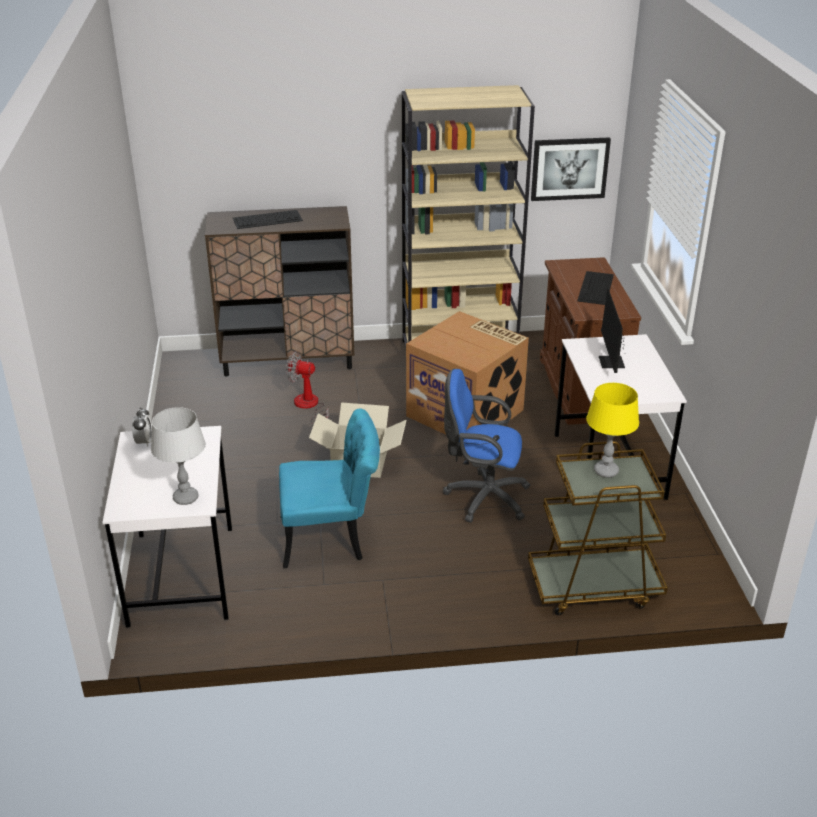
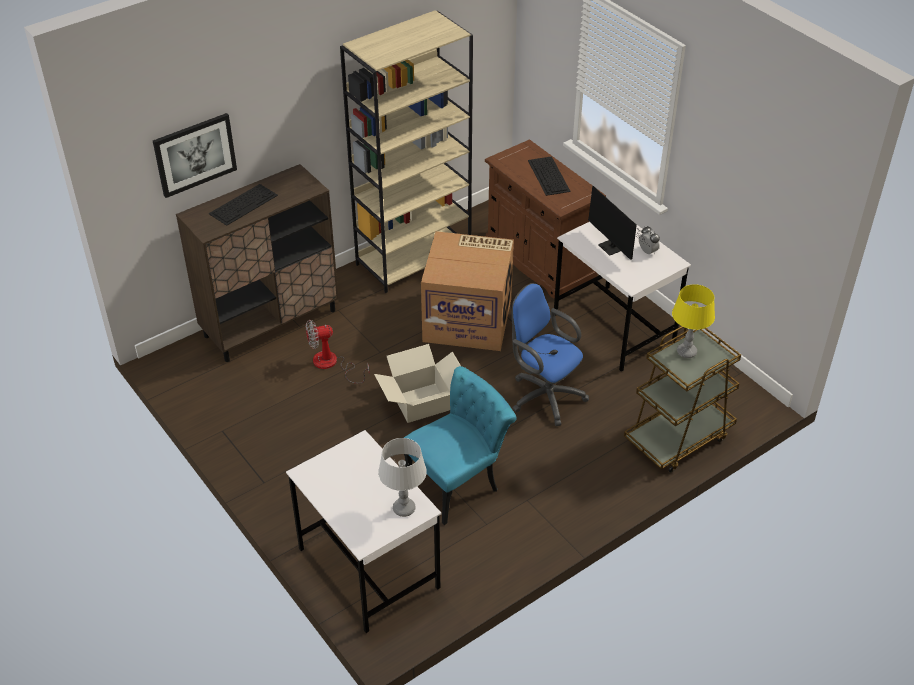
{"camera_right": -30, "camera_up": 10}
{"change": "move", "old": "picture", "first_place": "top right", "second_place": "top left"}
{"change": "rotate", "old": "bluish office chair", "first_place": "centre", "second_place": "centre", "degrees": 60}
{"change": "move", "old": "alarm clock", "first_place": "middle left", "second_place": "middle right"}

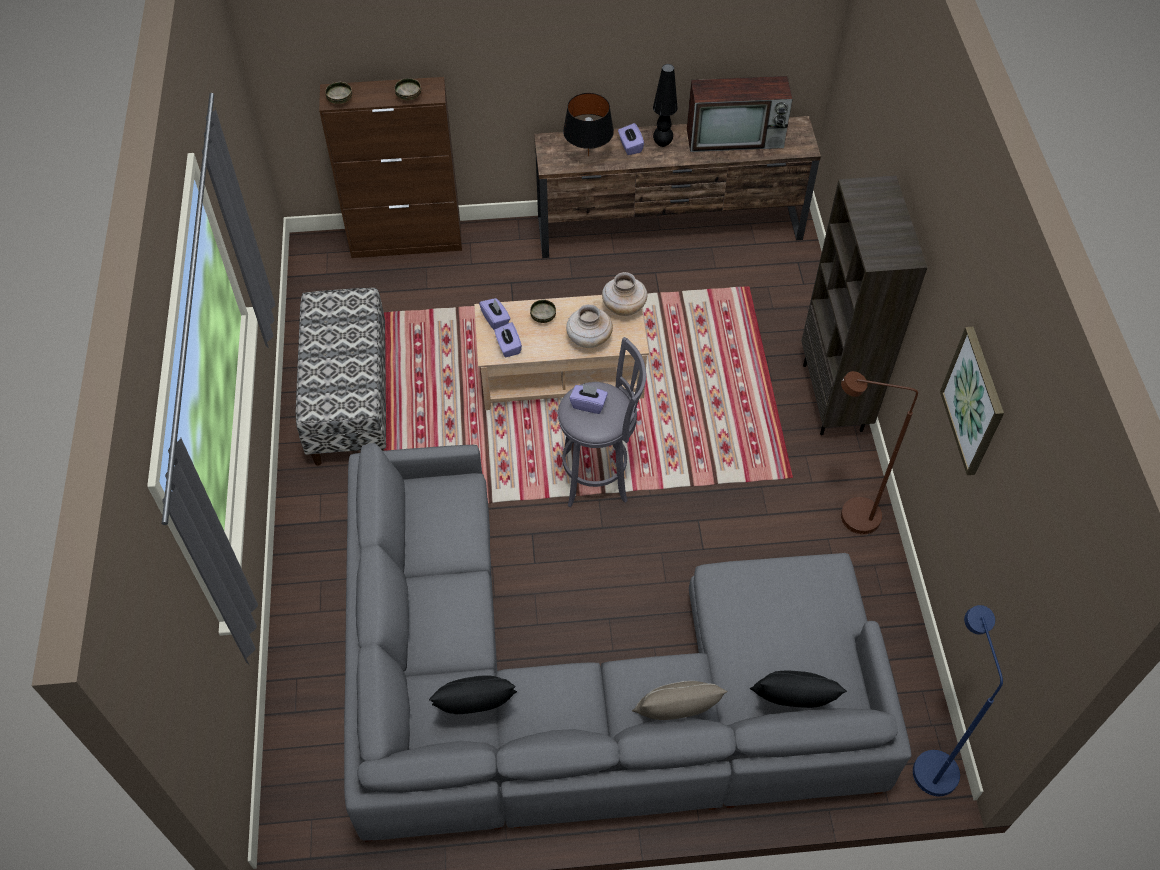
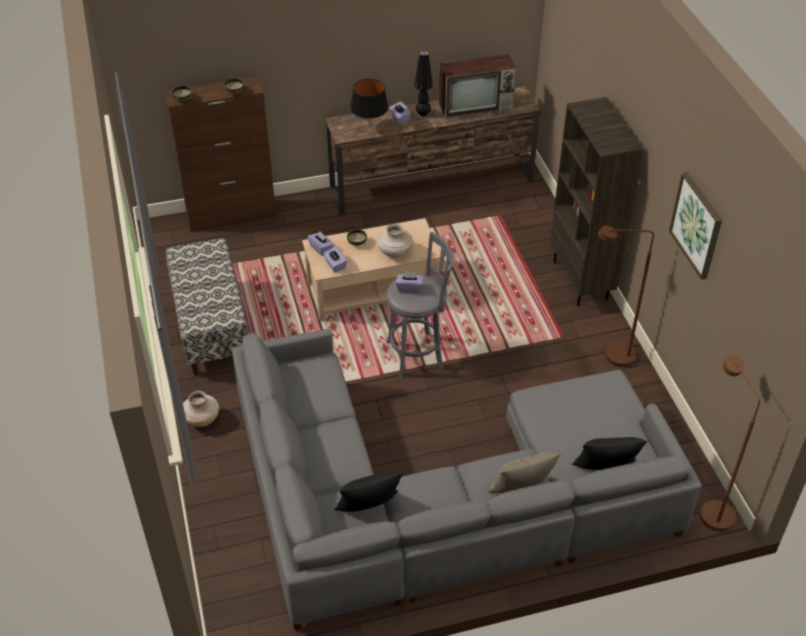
{"camera_right": -10, "camera_up": -10}
{"change": "move", "old": "beige-coloured flower vase (2nd from left in the first image)", "new": "beige-coloured flower vase (1st from left)", "first_place": "centre", "second_place": "middle left"}
{"change": "recolor", "old": "bluish floor lamp", "new": "brownish floor lamp (2nd from left)", "first_place": "bottom right", "second_place": "bottom right"}

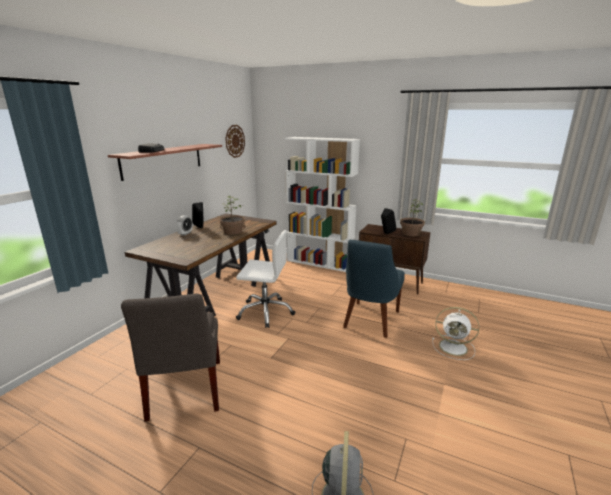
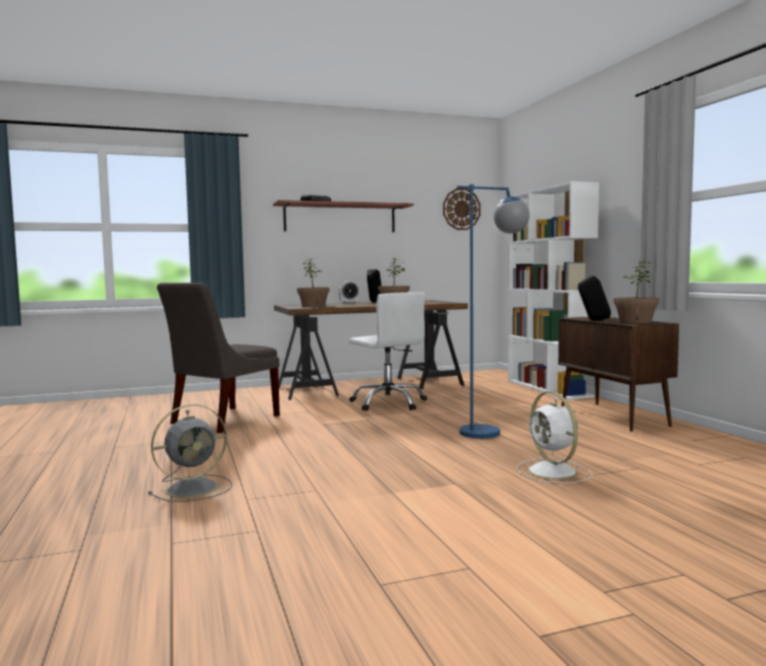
{"camera_right": 45, "camera_up": -15}
{"change": "replace", "old": "bluish upright chair", "new": "bluish floor lamp", "first_place": "centre", "second_place": "centre"}
{"change": "insert", "new": "plant in a pot (1st from left)", "second_place": "centre"}

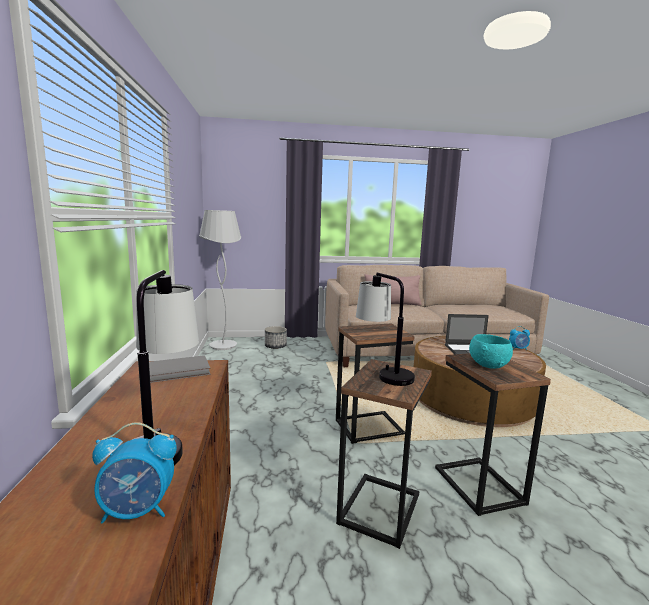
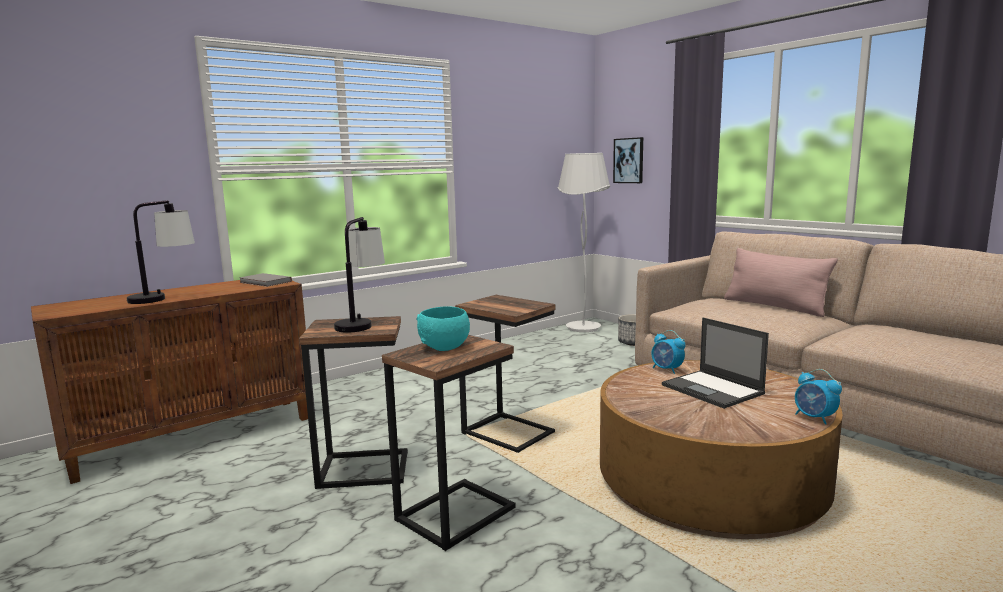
{"camera_right": 60, "camera_up": 0}
{"change": "move", "old": "alarm clock (1st from left)", "first_place": "bottom left", "second_place": "centre"}
{"change": "insert", "new": "picture", "second_place": "top centre"}

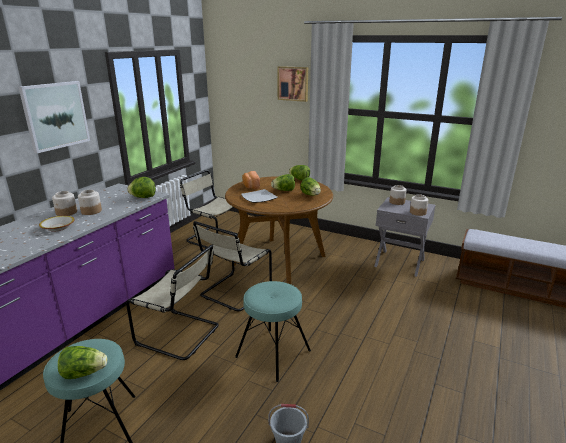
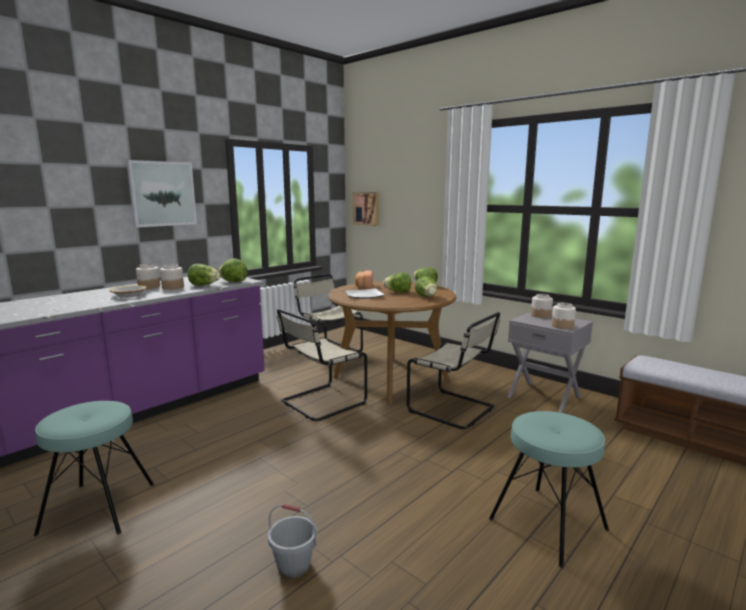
{"camera_right": 15, "camera_up": -10}
{"change": "move", "old": "picture (2nd from left)", "first_place": "top centre", "second_place": "centre"}
{"change": "move", "old": "beige-coloured upright chair (1st from left in the first image)", "new": "beige-coloured upright chair (3rd from left)", "first_place": "bottom left", "second_place": "centre"}
{"change": "move", "old": "turquoise-coloured stool (2nd from left)", "first_place": "bottom centre", "second_place": "bottom right"}
{"change": "move", "old": "lettuce head (1st from left)", "first_place": "bottom left", "second_place": "middle left"}

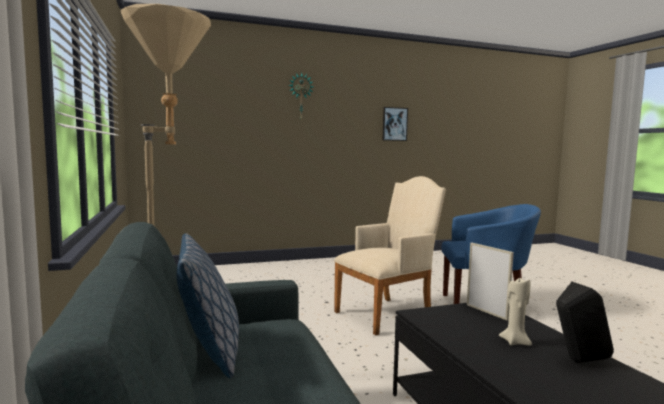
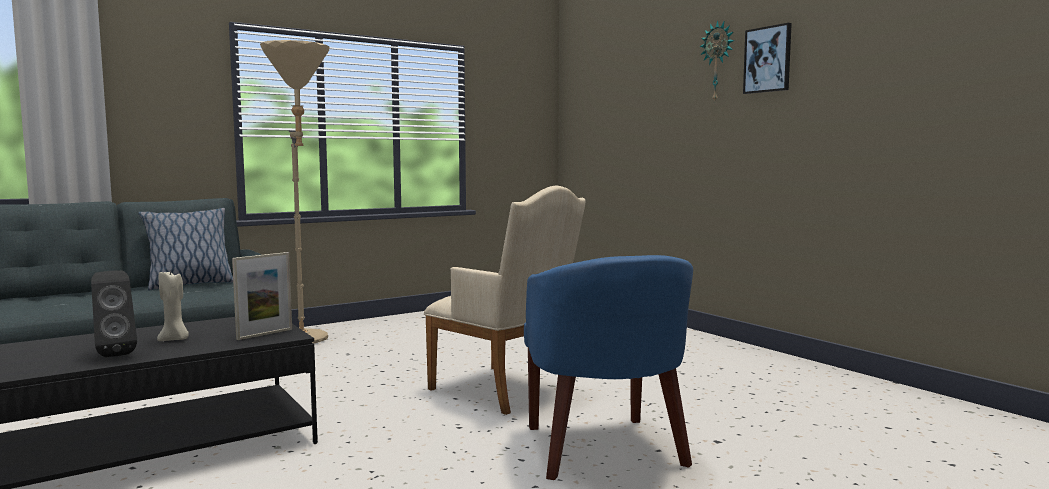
{"camera_right": 75, "camera_up": 0}
{"change": "move", "old": "picture", "first_place": "top centre", "second_place": "top right"}

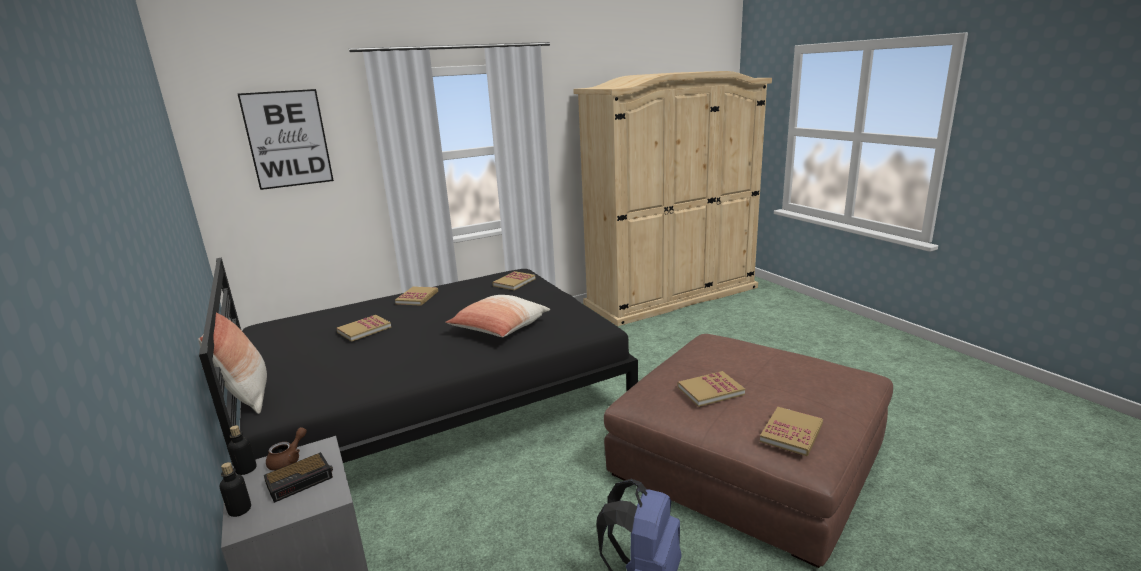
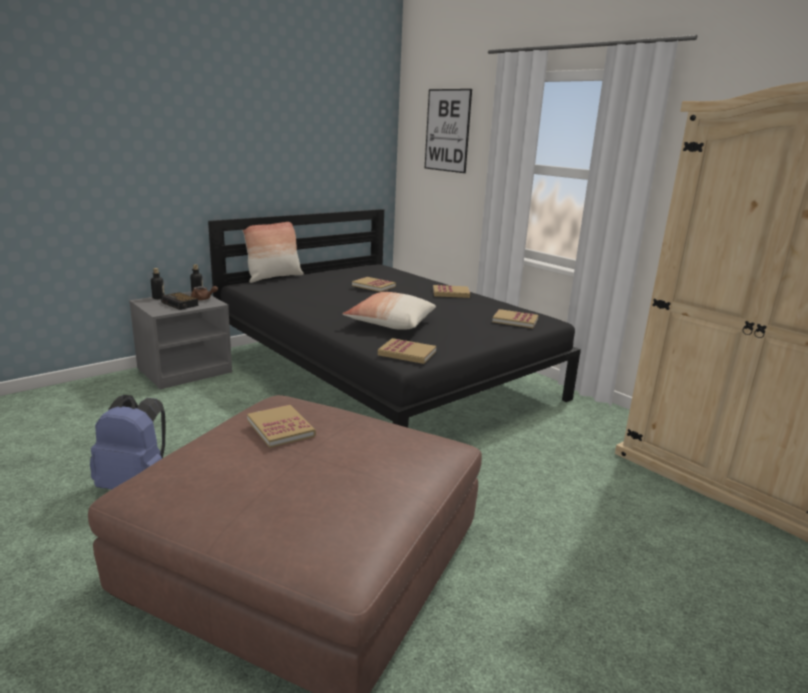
{"camera_right": 75, "camera_up": 0}
{"change": "move", "old": "volume (5th from left in the first image)", "new": "volume (3rd from left)", "first_place": "bottom right", "second_place": "centre"}

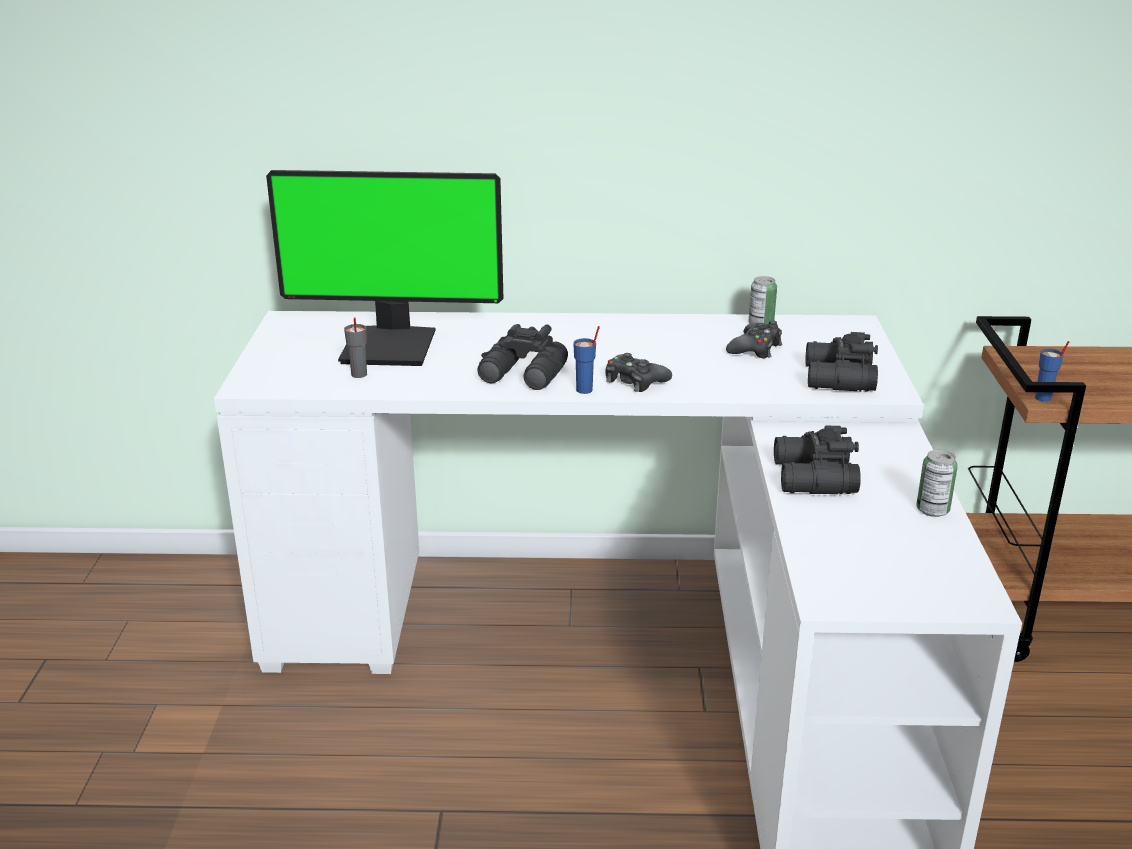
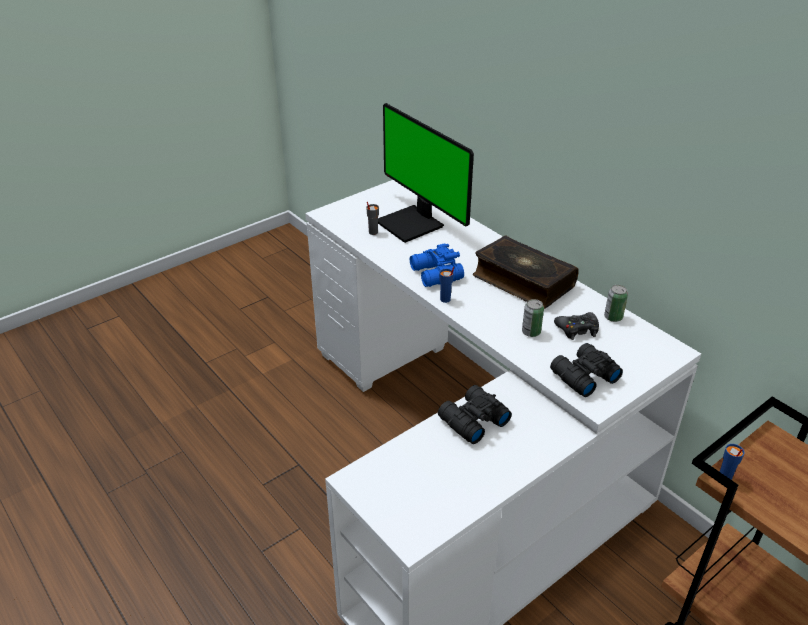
{"camera_right": 50, "camera_up": 10}
{"change": "recolor", "old": "blackish pair of binoculars (1st from left)", "new": "bluish pair of binoculars", "first_place": "centre", "second_place": "centre"}
{"change": "delete", "old": "blackish game controller (1st from left)", "first_place": "centre"}
{"change": "move", "old": "can (2nd from left in the first image)", "new": "can (1st from left)", "first_place": "middle right", "second_place": "centre"}
{"change": "insert", "new": "volume", "second_place": "centre"}

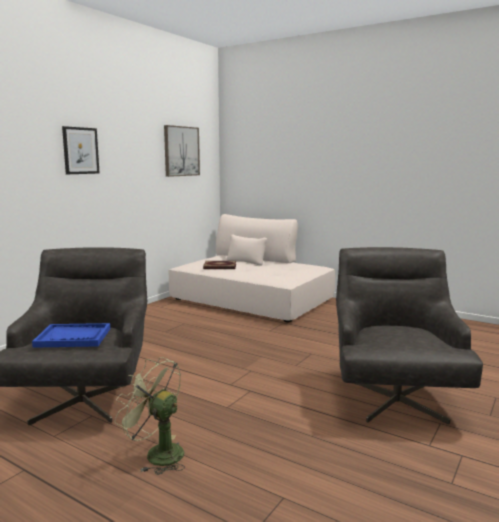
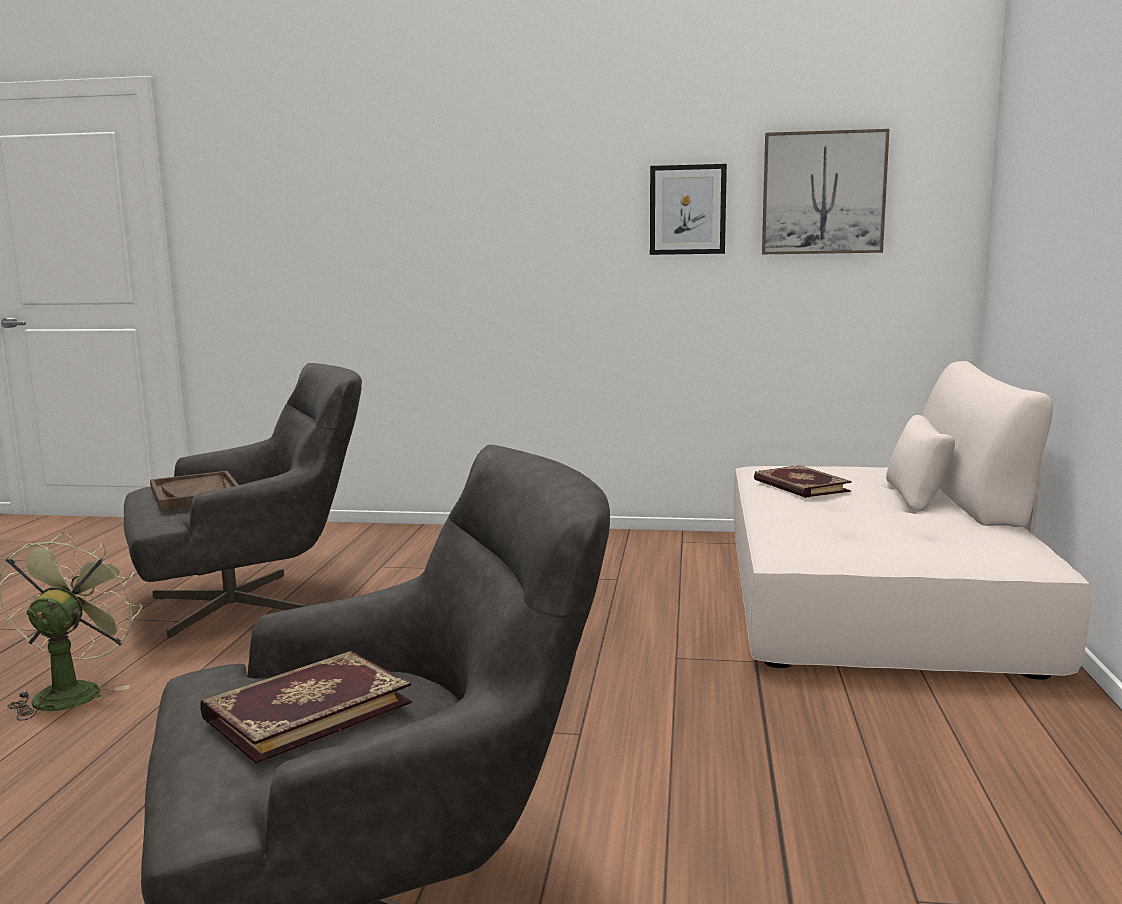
{"camera_right": 65, "camera_up": 0}
{"change": "move", "old": "picture (1st from left)", "first_place": "top left", "second_place": "top centre"}
{"change": "recolor", "old": "bluish carrying tray", "new": "brownish carrying tray", "first_place": "middle left", "second_place": "middle left"}
{"change": "insert", "new": "volume (1st from left)", "second_place": "bottom left"}

